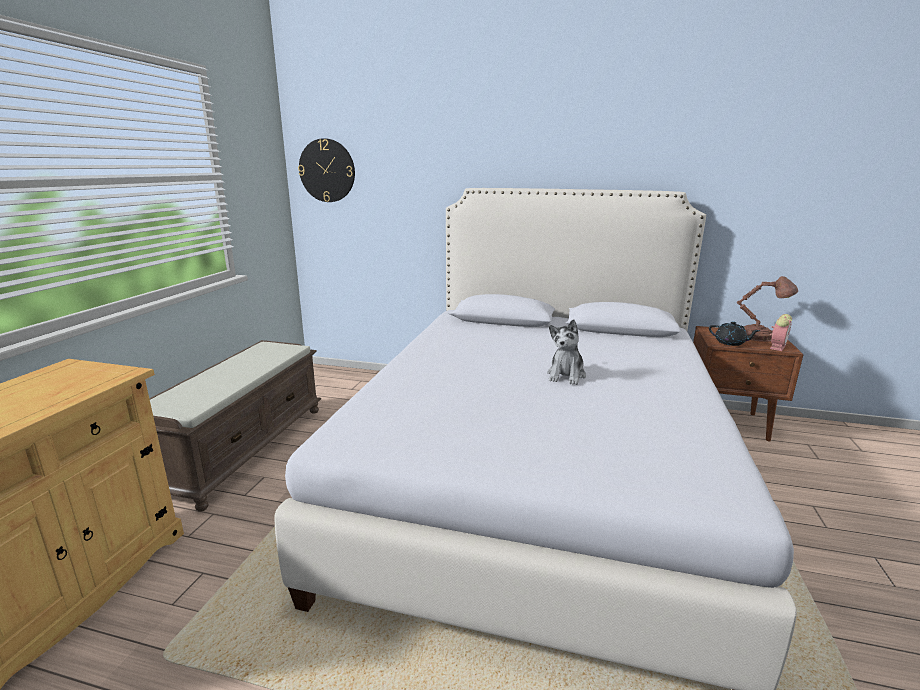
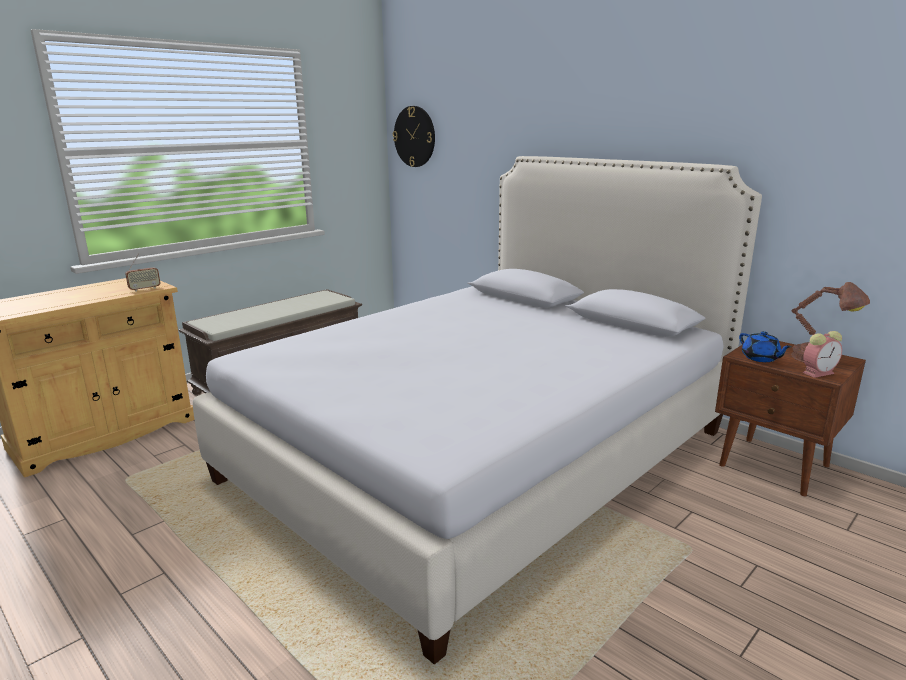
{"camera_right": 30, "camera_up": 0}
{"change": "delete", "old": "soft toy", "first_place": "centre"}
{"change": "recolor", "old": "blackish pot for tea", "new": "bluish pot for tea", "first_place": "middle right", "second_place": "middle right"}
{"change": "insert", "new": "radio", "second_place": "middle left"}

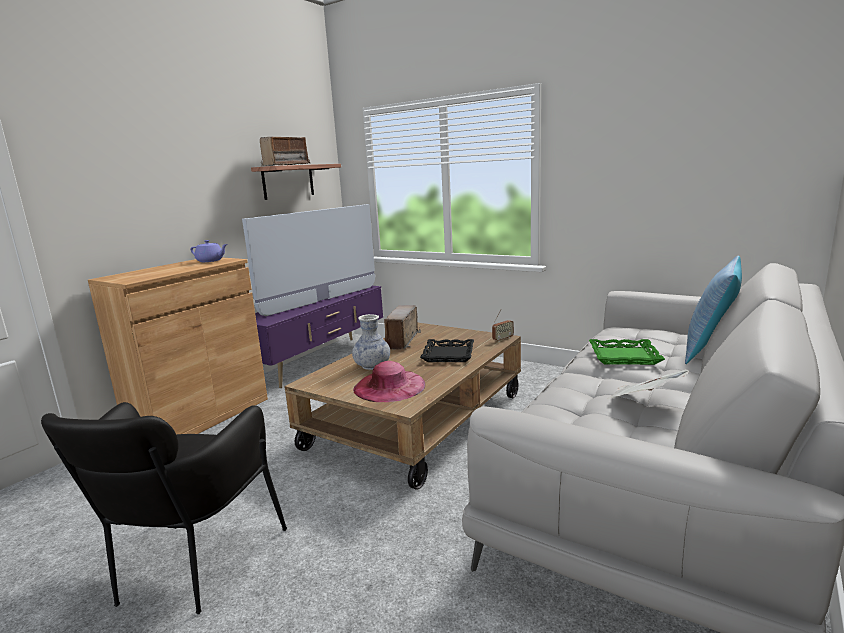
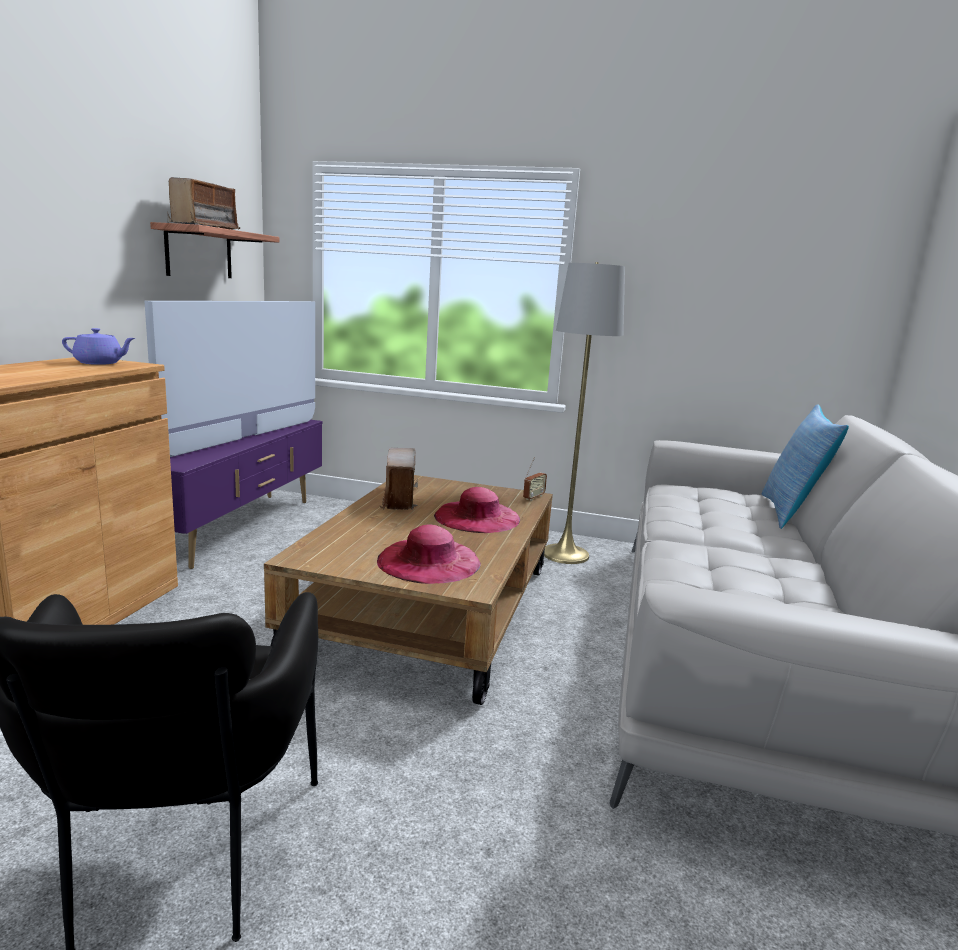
{"camera_right": -20, "camera_up": 0}
{"change": "delete", "old": "flower vase", "first_place": "centre"}
{"change": "replace", "old": "blackish carrying tray", "new": "pink wearable hat (2nd from left)", "first_place": "centre", "second_place": "centre"}
{"change": "delete", "old": "green carrying tray", "first_place": "middle right"}
{"change": "delete", "old": "daily paper", "first_place": "middle right"}
{"change": "insert", "new": "gray floor lamp", "second_place": "centre"}

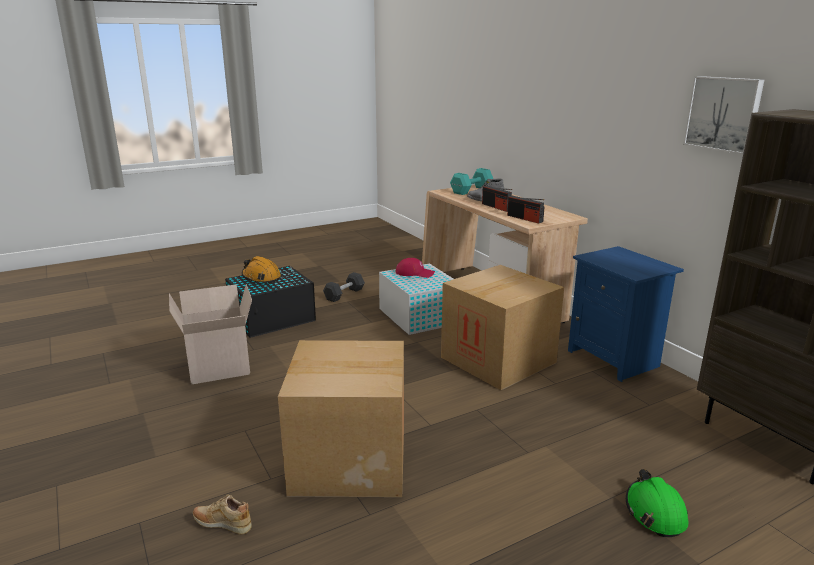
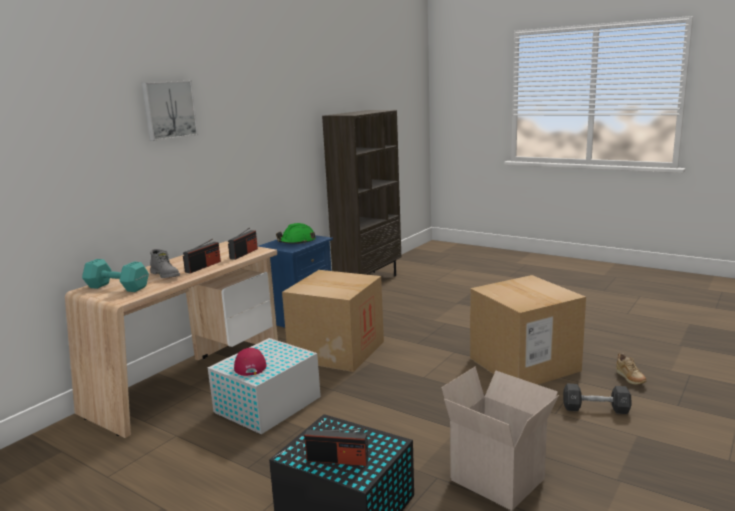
{"camera_right": -115, "camera_up": -5}
{"change": "move", "old": "picture", "first_place": "top right", "second_place": "top left"}
{"change": "replace", "old": "orangey safety helmet", "new": "radio (3rd from left)", "first_place": "middle left", "second_place": "bottom centre"}
{"change": "move", "old": "blackish dumbbell", "first_place": "centre", "second_place": "bottom right"}
{"change": "move", "old": "green safety helmet", "first_place": "bottom right", "second_place": "centre"}

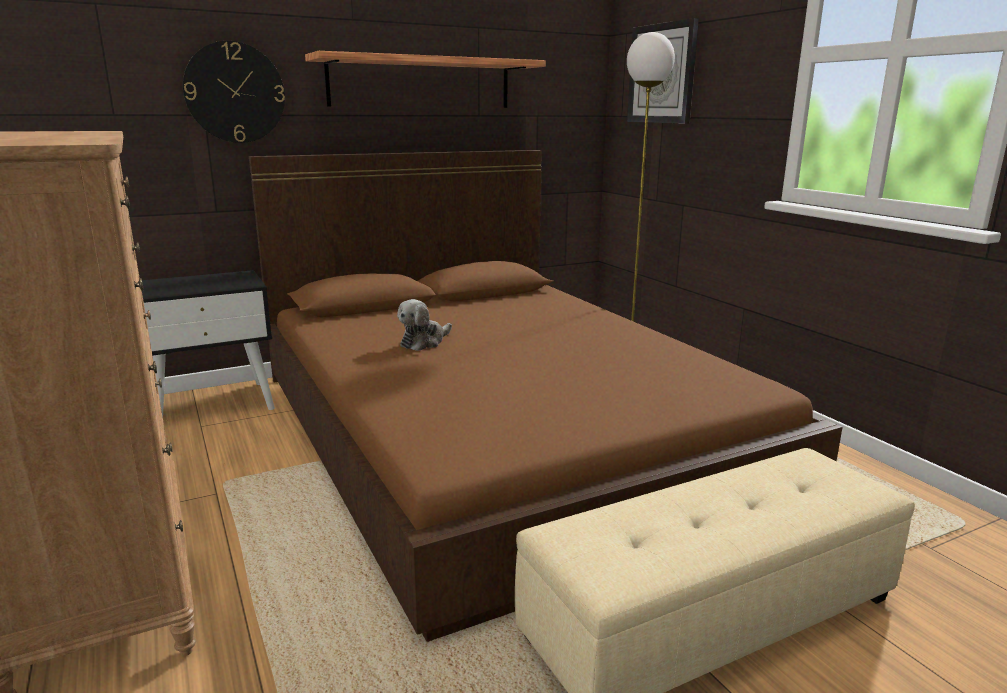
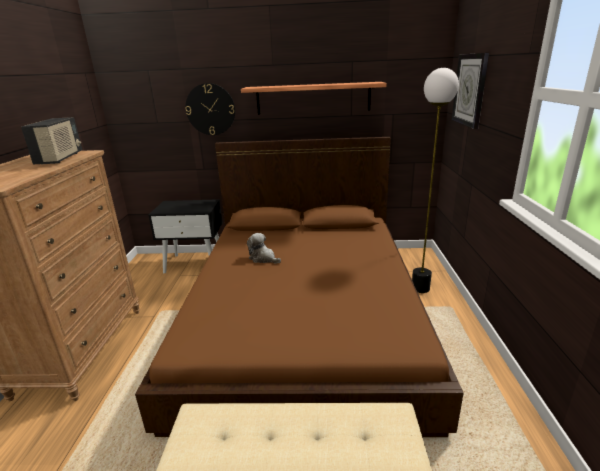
{"camera_right": 30, "camera_up": 5}
{"change": "rotate", "old": "soft toy", "first_place": "centre", "second_place": "centre", "degrees": 60}
{"change": "insert", "new": "radio", "second_place": "top left"}

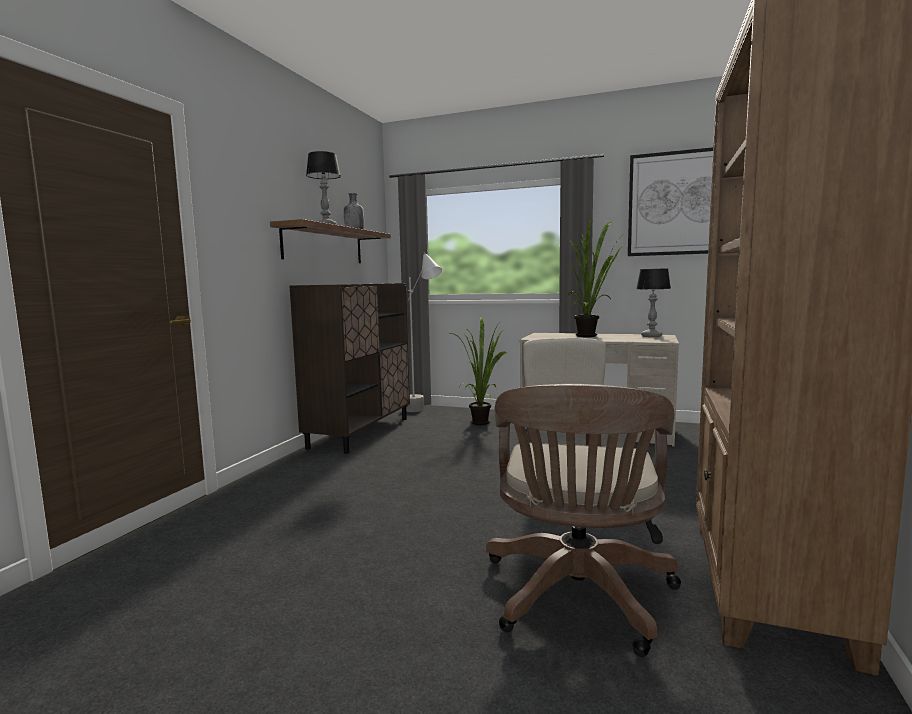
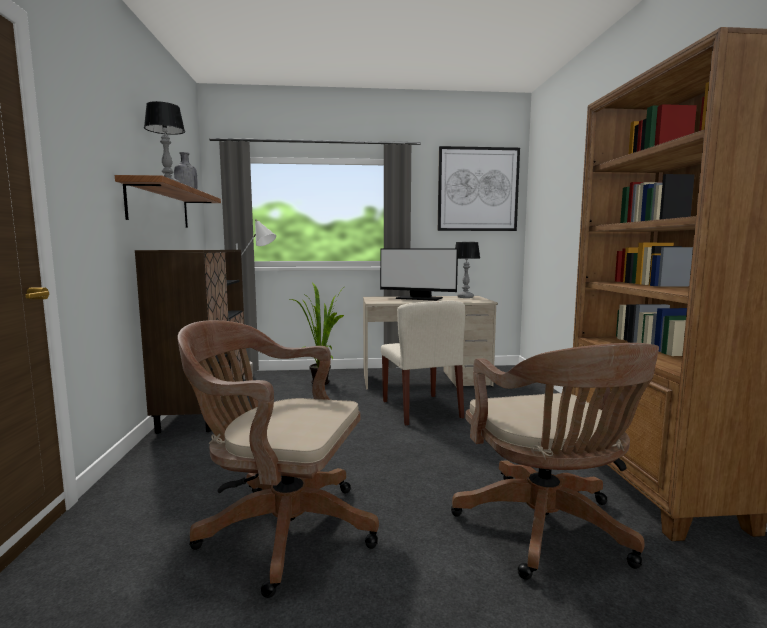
{"camera_right": -25, "camera_up": 0}
{"change": "replace", "old": "plant in a pot (2nd from left)", "new": "computer screen", "first_place": "centre", "second_place": "centre"}
{"change": "insert", "new": "brownish office chair (1st from left)", "second_place": "bottom centre"}

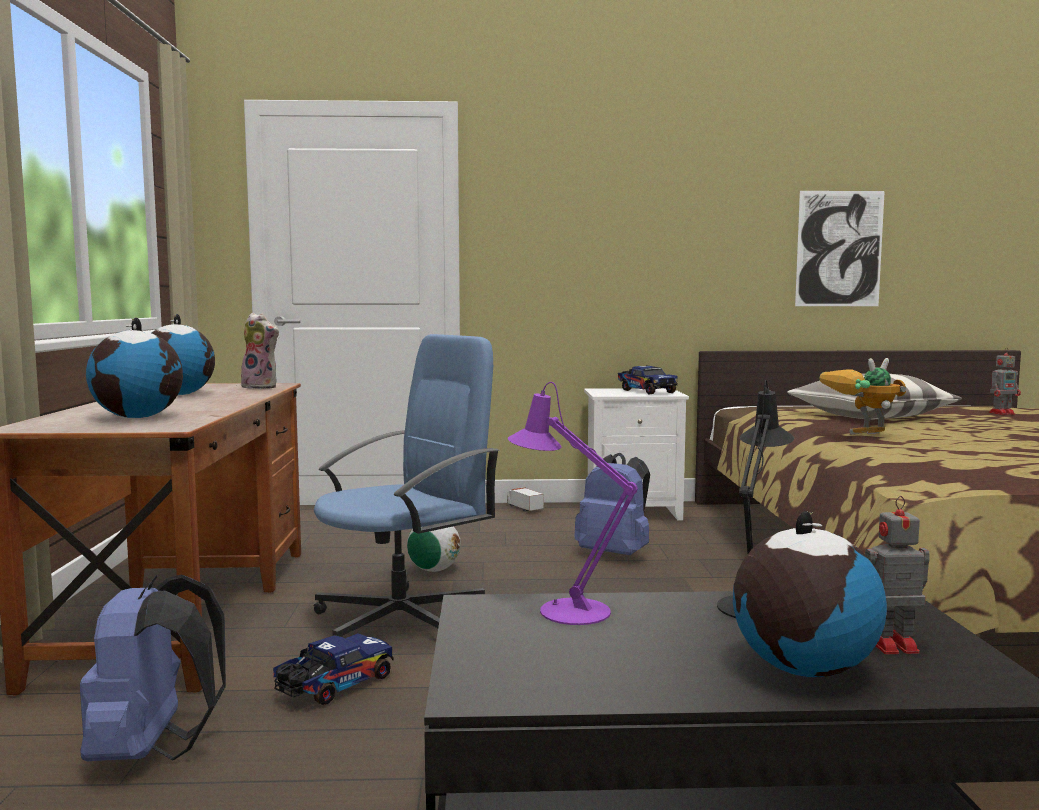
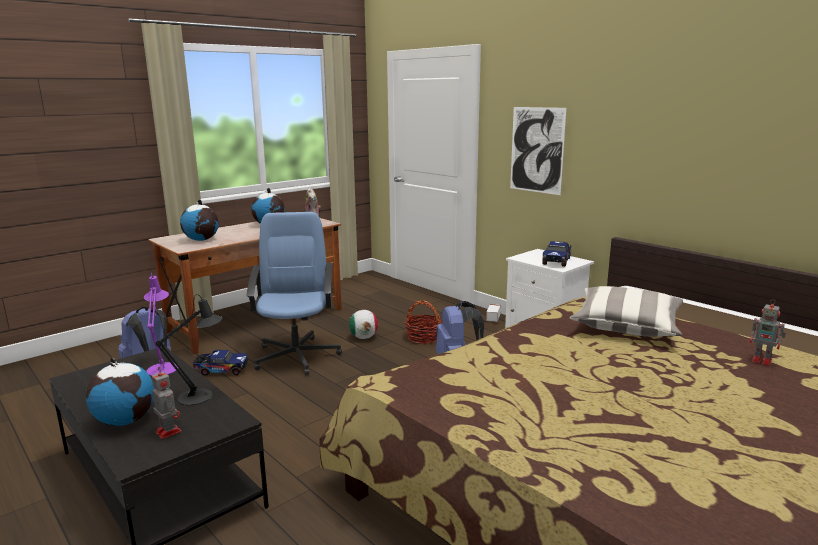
{"camera_right": 50, "camera_up": 10}
{"change": "move", "old": "picture", "first_place": "top right", "second_place": "top centre"}
{"change": "rotate", "old": "bluish office chair", "first_place": "centre", "second_place": "centre", "degrees": -105}
{"change": "delete", "old": "model robot (1st from left)", "first_place": "middle right"}
{"change": "insert", "new": "household basket", "second_place": "centre"}

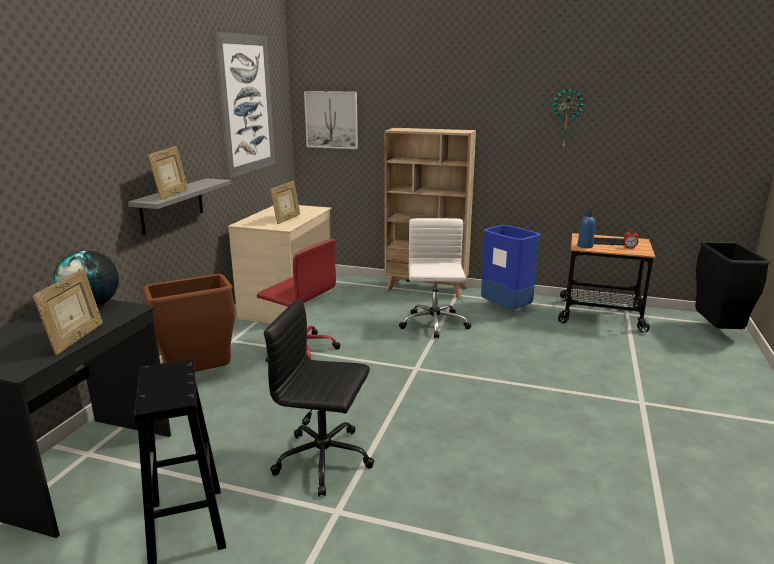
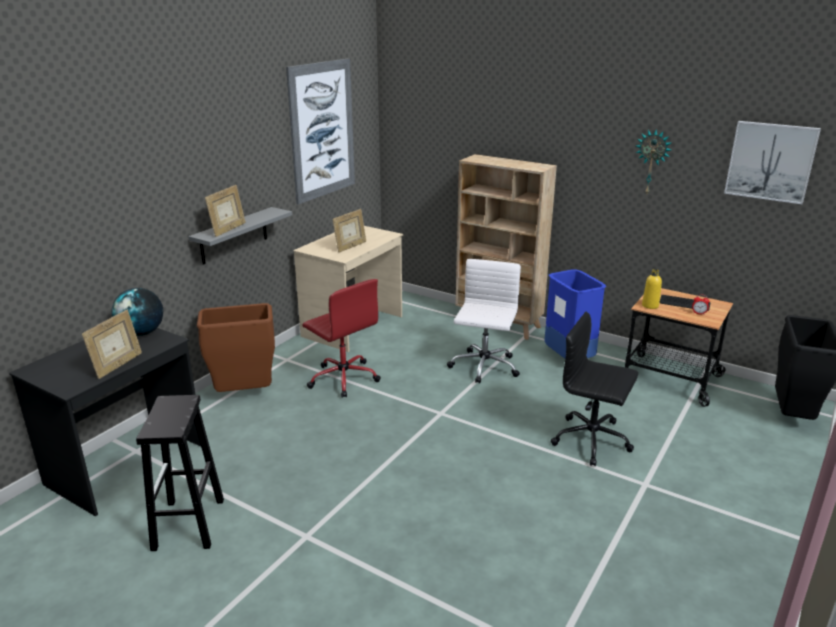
{"camera_right": 15, "camera_up": 5}
{"change": "move", "old": "picture (2nd from left)", "first_place": "top centre", "second_place": "top right"}
{"change": "recolor", "old": "bluish bottle", "new": "yellow-coloured bottle", "first_place": "middle right", "second_place": "middle right"}
{"change": "move", "old": "blackish office chair", "first_place": "bottom centre", "second_place": "middle right"}

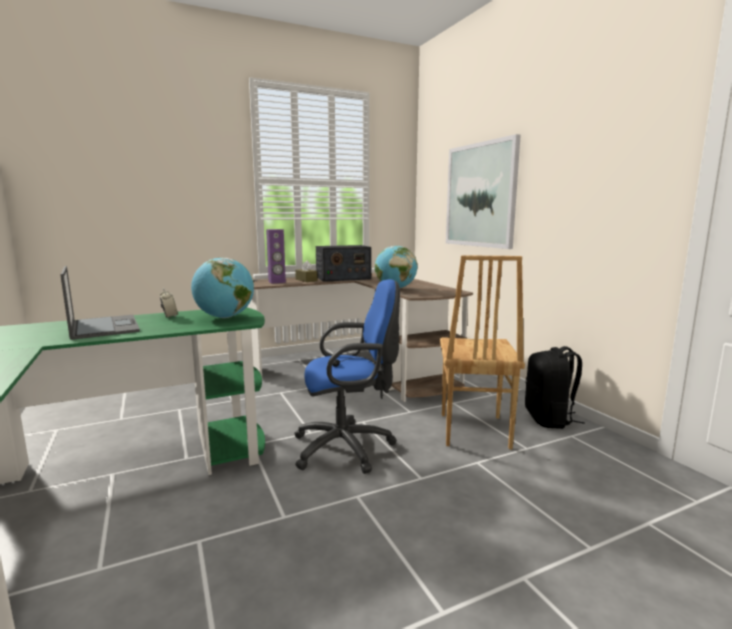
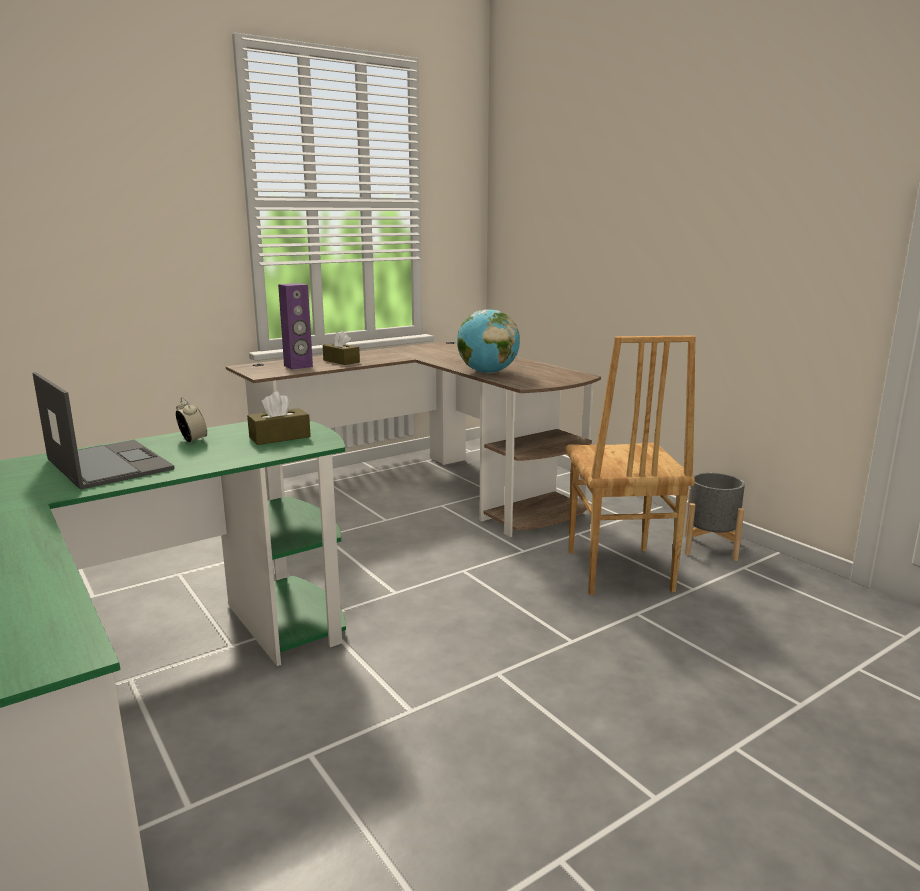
{"camera_right": -10, "camera_up": 5}
{"change": "delete", "old": "picture", "first_place": "top centre"}
{"change": "delete", "old": "radio", "first_place": "centre"}
{"change": "replace", "old": "globe (1st from left)", "new": "brownish tissue box (1st from left)", "first_place": "middle left", "second_place": "middle left"}
{"change": "delete", "old": "bluish office chair", "first_place": "centre"}
{"change": "replace", "old": "blackish backpack", "new": "gray planter", "first_place": "middle right", "second_place": "middle right"}

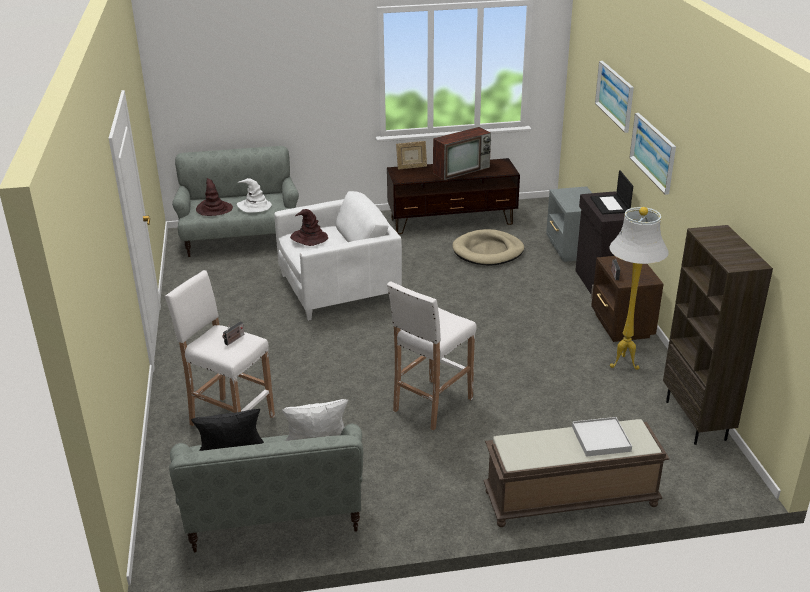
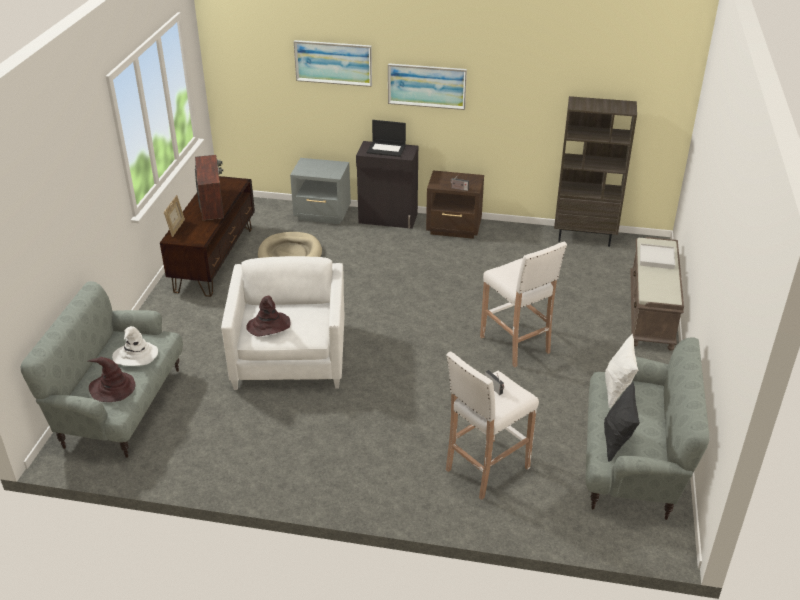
{"camera_right": -70, "camera_up": 5}
{"change": "delete", "old": "white-coloured floor lamp", "first_place": "middle right"}

